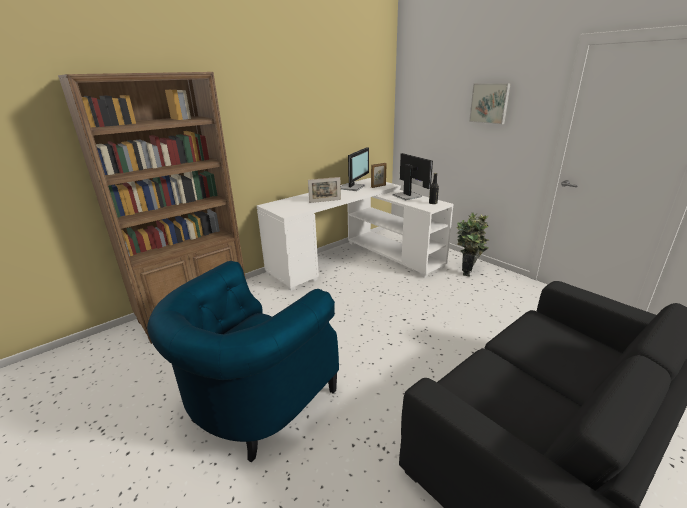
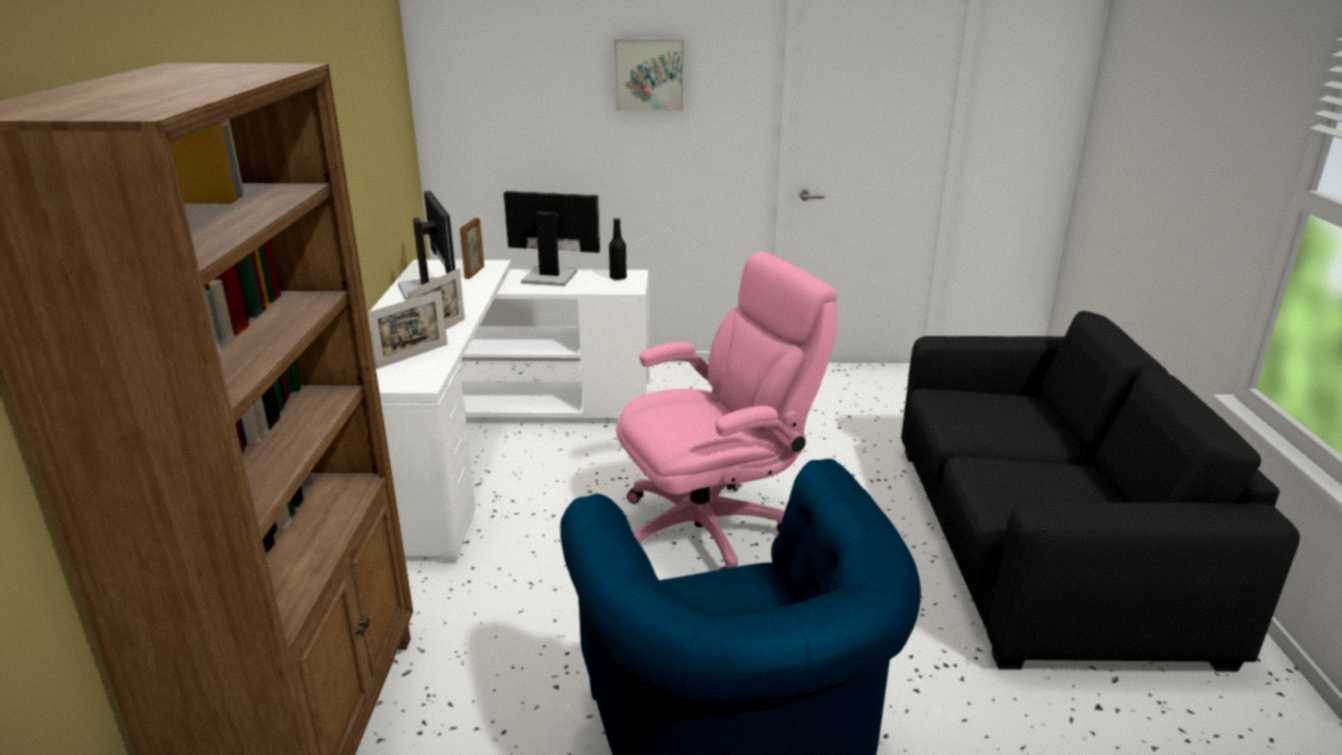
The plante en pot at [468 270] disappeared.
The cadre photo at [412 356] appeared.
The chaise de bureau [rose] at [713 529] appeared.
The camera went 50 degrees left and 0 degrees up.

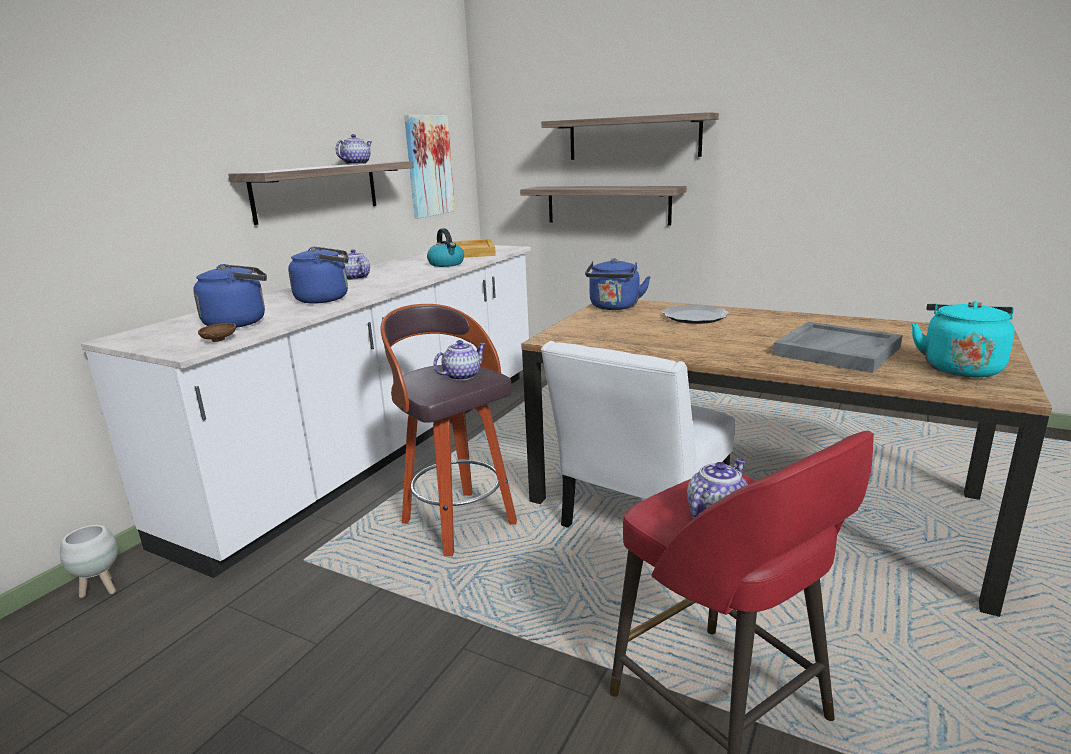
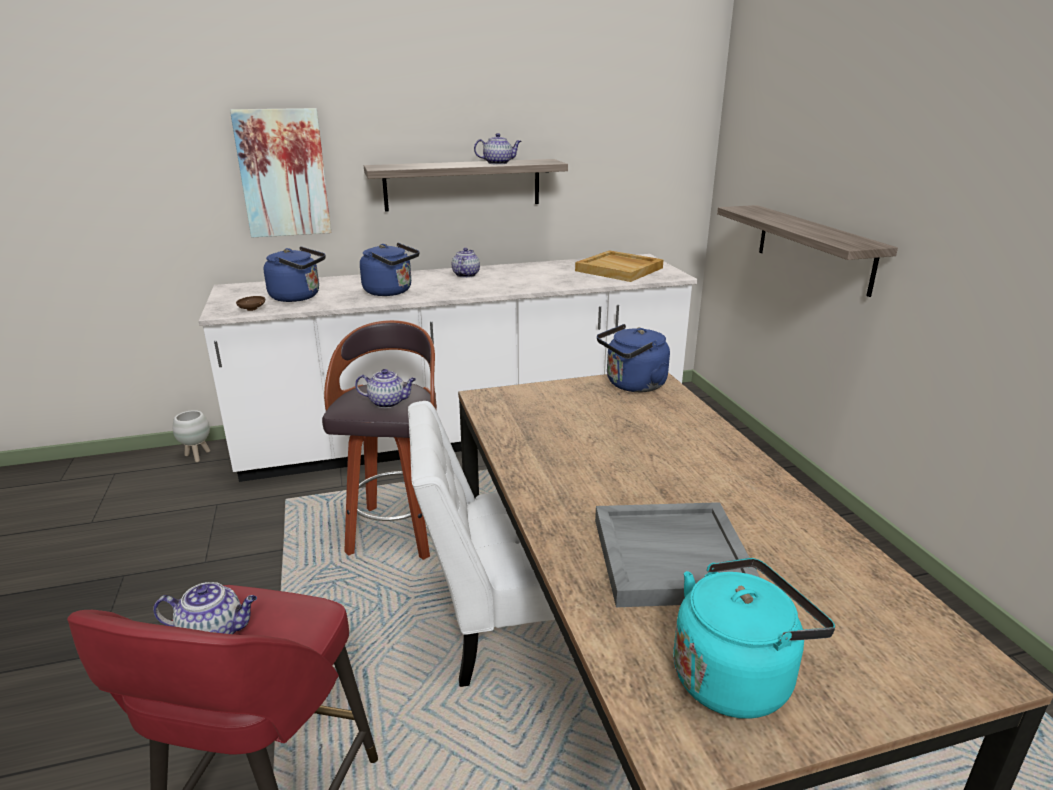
The tableau moved from [428 166] to [283 173].
The bouilloire at [447 264] disappeared.
The étagère at [633 138] disappeared.
The assiette at [695 317] disappeared.
The camera went 45 degrees right and 5 degrees up.

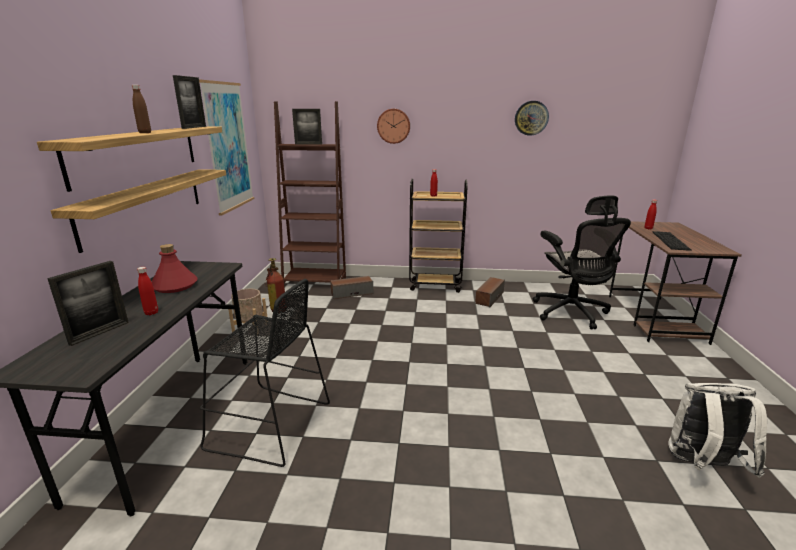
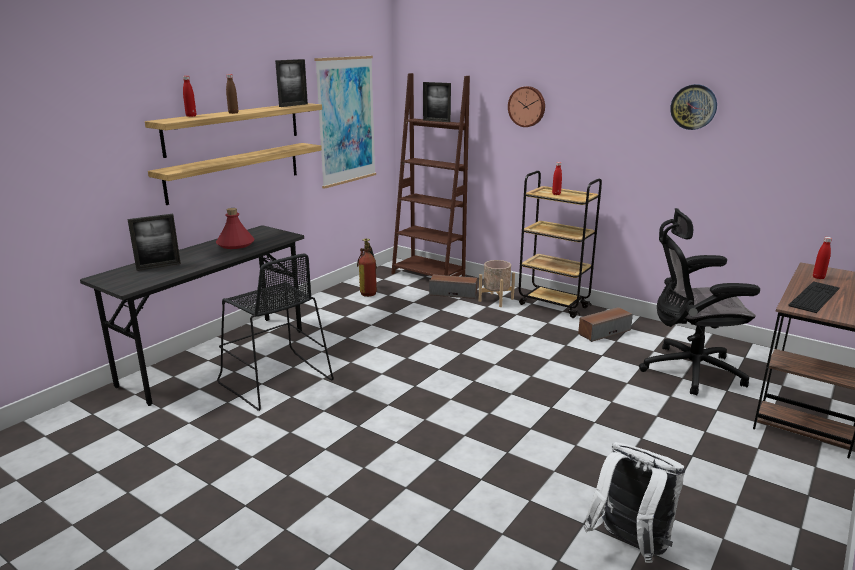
The bouteille [rouge] moved from [151 313] to [191 116].
The cache-pot [beige] moved from [250 328] to [496 300].
The chaise de bureau at [570 312] turned 75 degrees clockwise.
The camera went 30 degrees right and 0 degrees up.

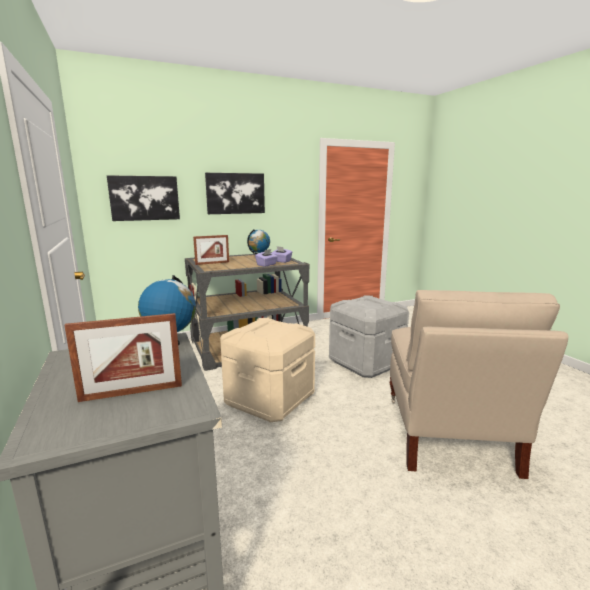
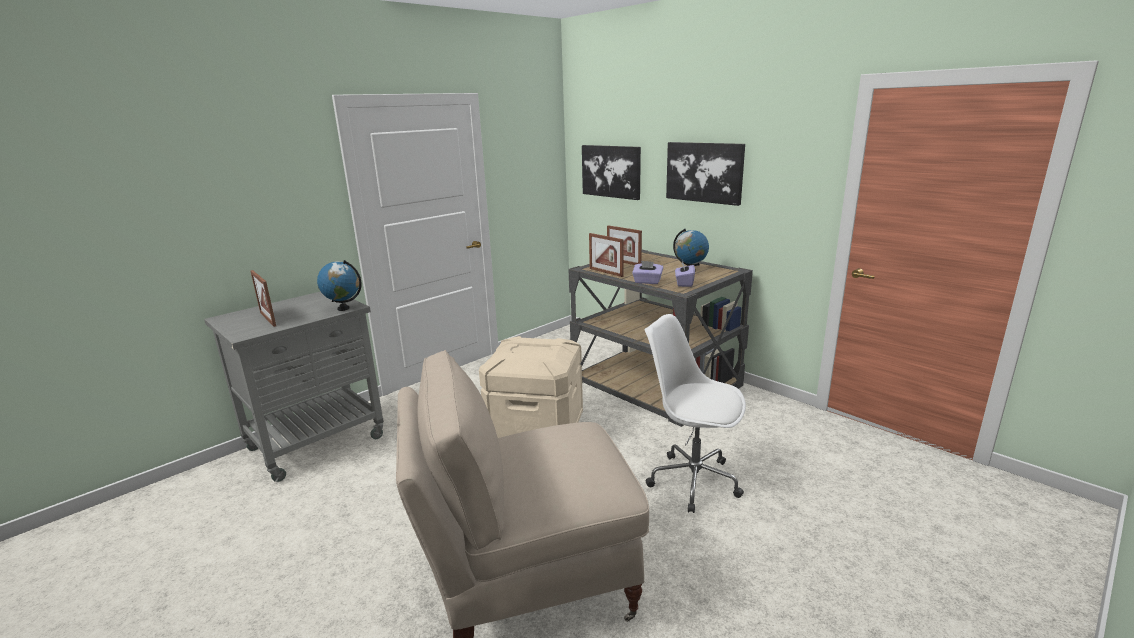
The boîte de rangement [gris] at [365 363] was replaced by the chaise de bureau [blanc] at [691 481].
The cadre photo at [606 272] appeared.
The camera went 70 degrees right and 5 degrees up.

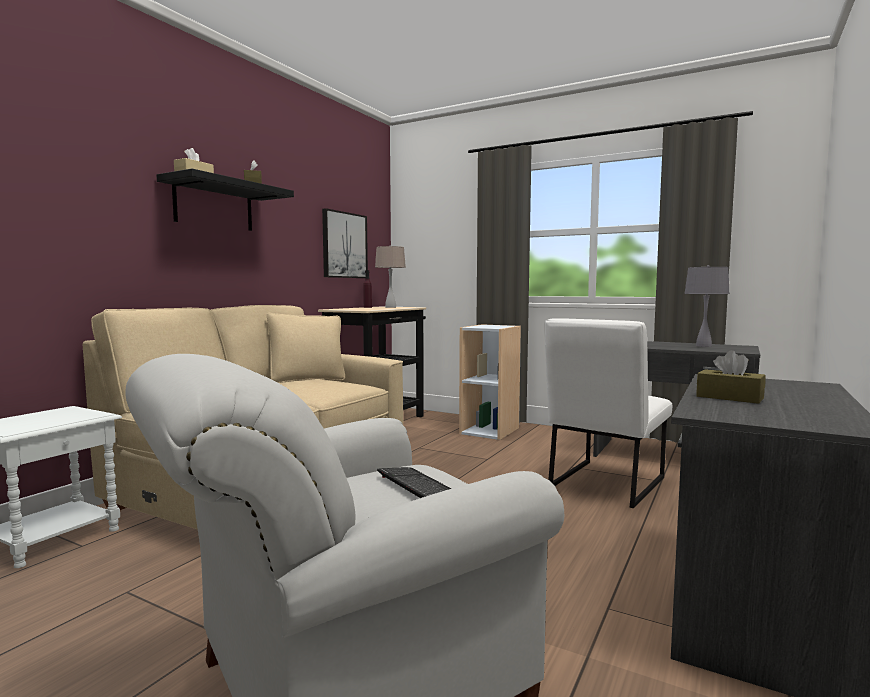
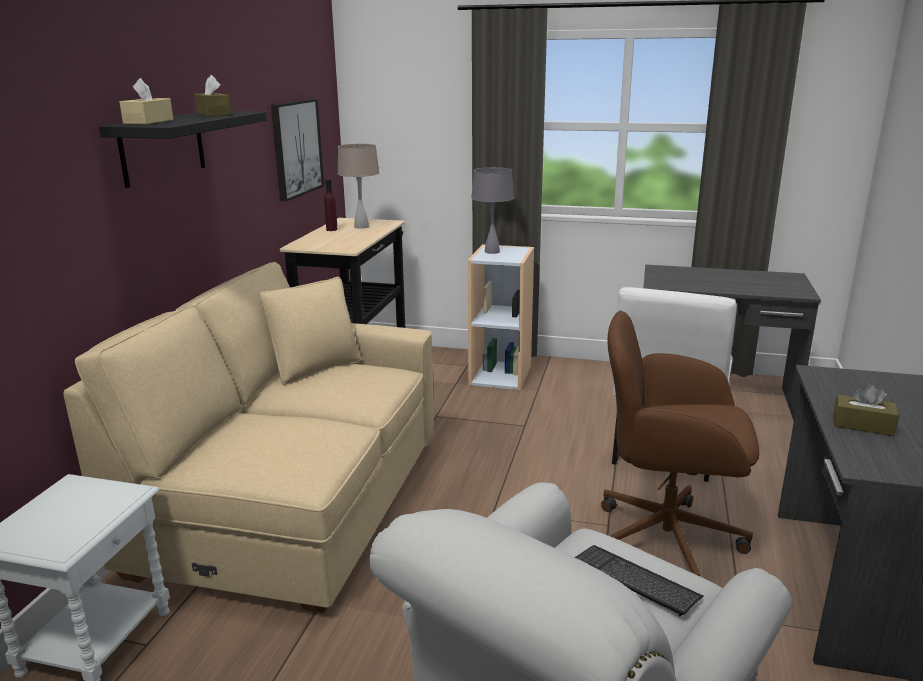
The lampe de table [gris] moved from [704 346] to [492 251].
The chaise de bureau [marron] at [666 540] appeared.
The camera went 15 degrees left and 15 degrees up.

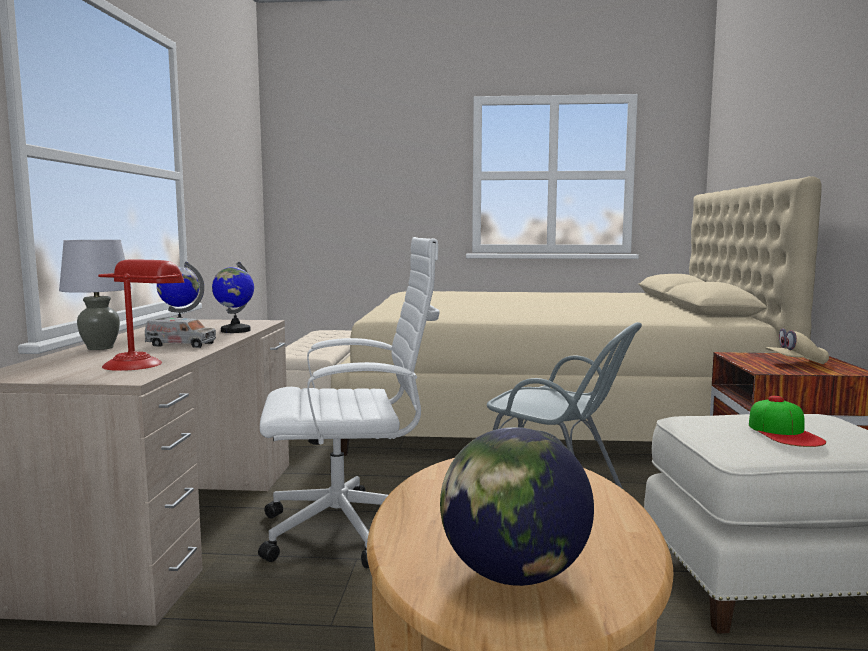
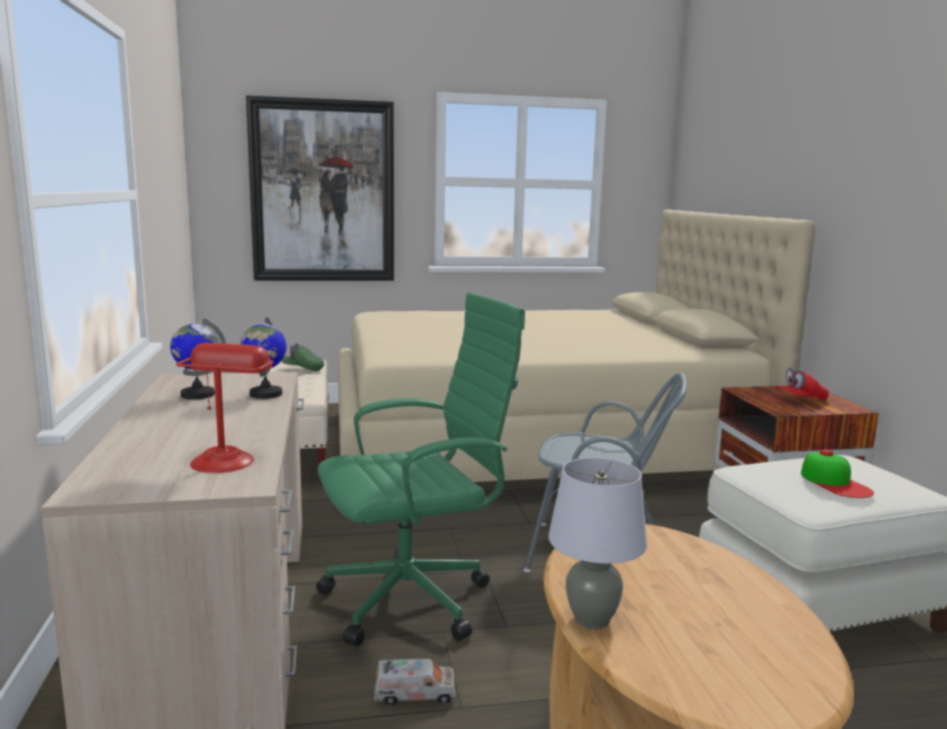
The lampe de table [gris] moved from [100 348] to [592 619].
The camion jouet moved from [181 344] to [414 694].
The chaise de bureau [blanc] at [349 530] became the chaise de bureau [vert] at [415 599].
The globe at [513 575] disappeared.
The casquette [beige] at [795 363] became the casquette [rouge] at [800 400].
The tableau at [323 192] appeared.
The casquette [vert] at [302 369] appeared.
The camera went 15 degrees left and 5 degrees up.

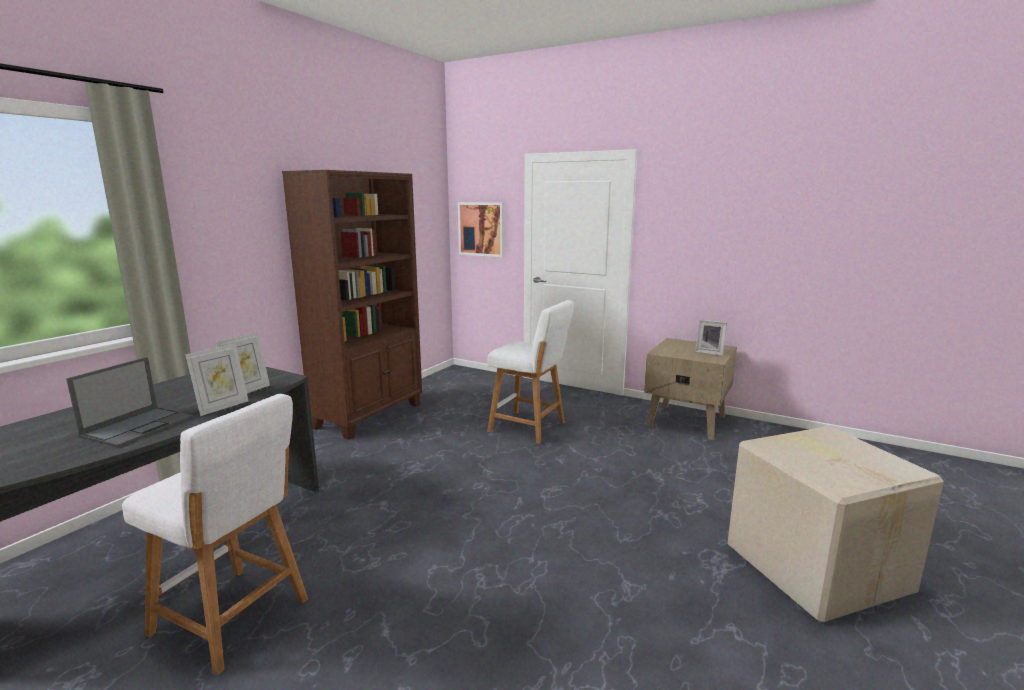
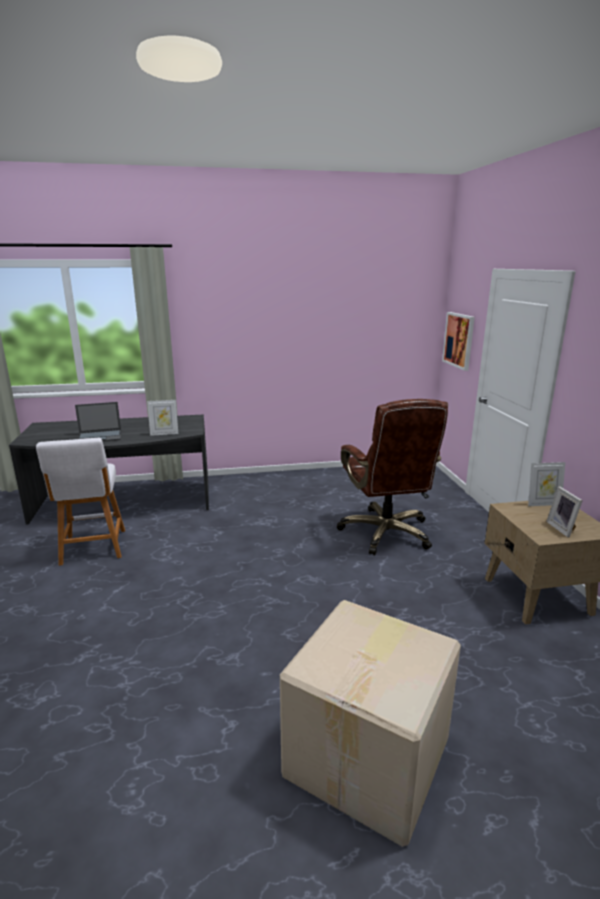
The cadre photo moved from [222 407] to [543 504].
The bibliothèque [marron] at [370 415] disappeared.
The tabouret [blanc] at [530 427] was replaced by the chaise de bureau [marron] at [386 532].
The camera went 50 degrees right and 5 degrees up.

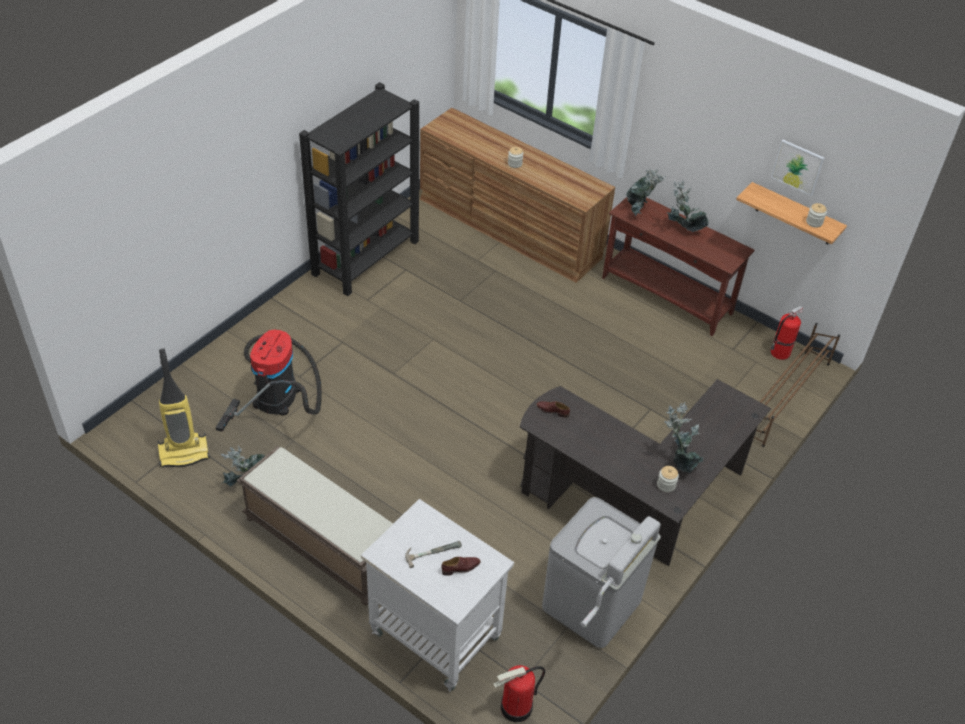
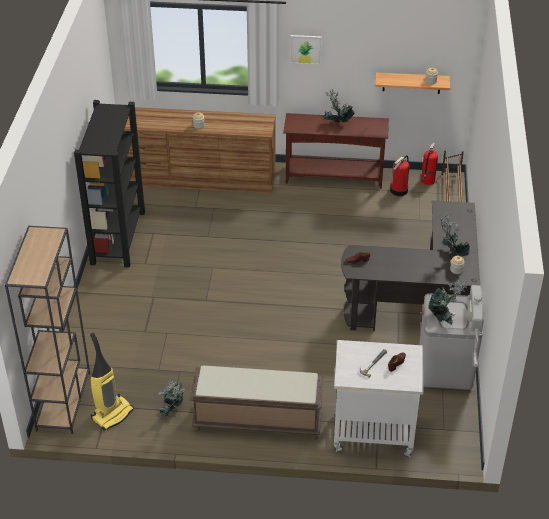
The aspirateur at [278 392] disappeared.
The extincteur moved from [516 708] to [399 191].
The plante en pot moved from [639 211] to [443 318].
The tableau moved from [797 167] to [305 49].
The bibliothèque at [63 401] appeared.
The camera went 30 degrees left and 5 degrees down.

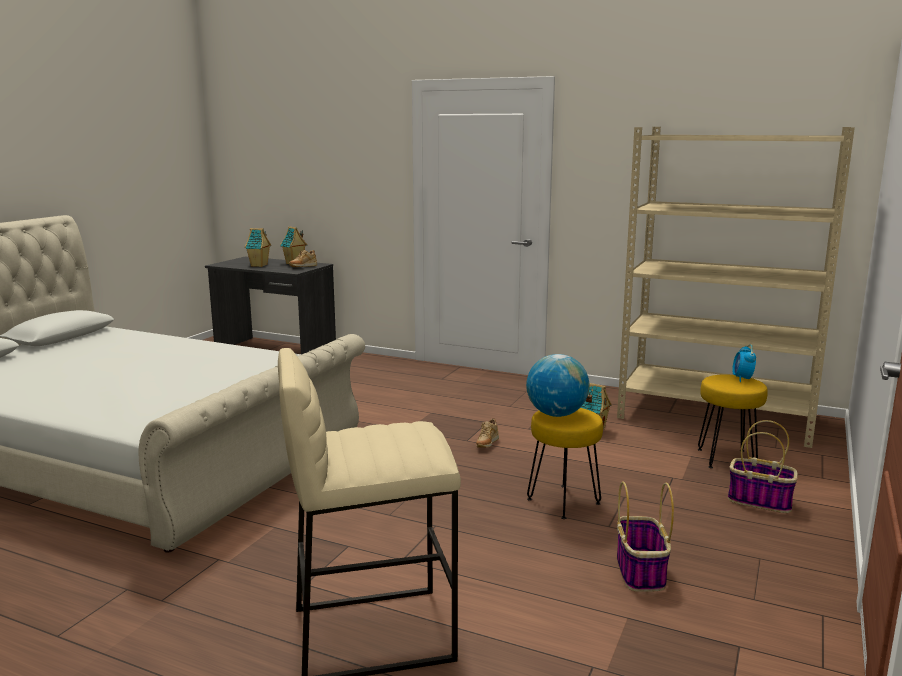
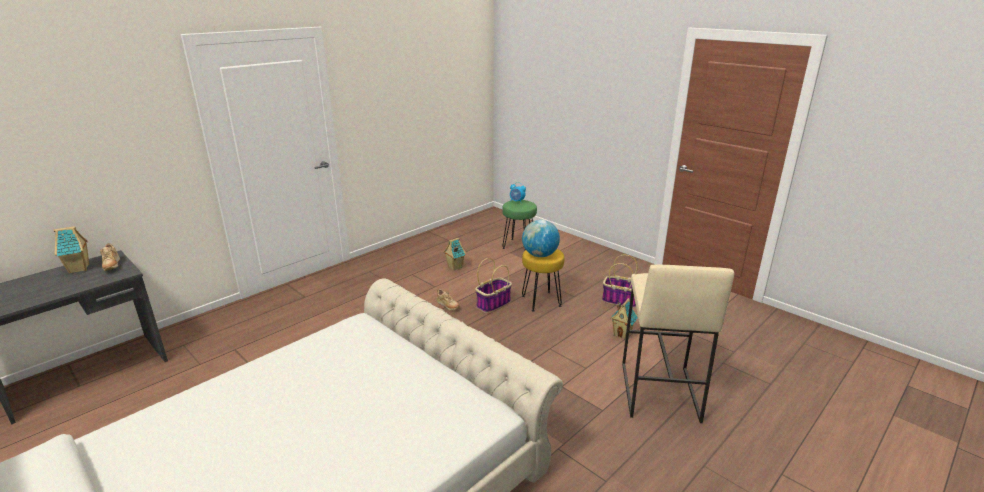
The maison miniature moved from [259 265] to [622 334].
The bibliothèque [beige] at [715 416] disappeared.
The tabouret [jaune] at [727 459] became the tabouret [vert] at [519 245].
The panier moved from [760 501] to [493 304].
The camera went 70 degrees left and 10 degrees up.

